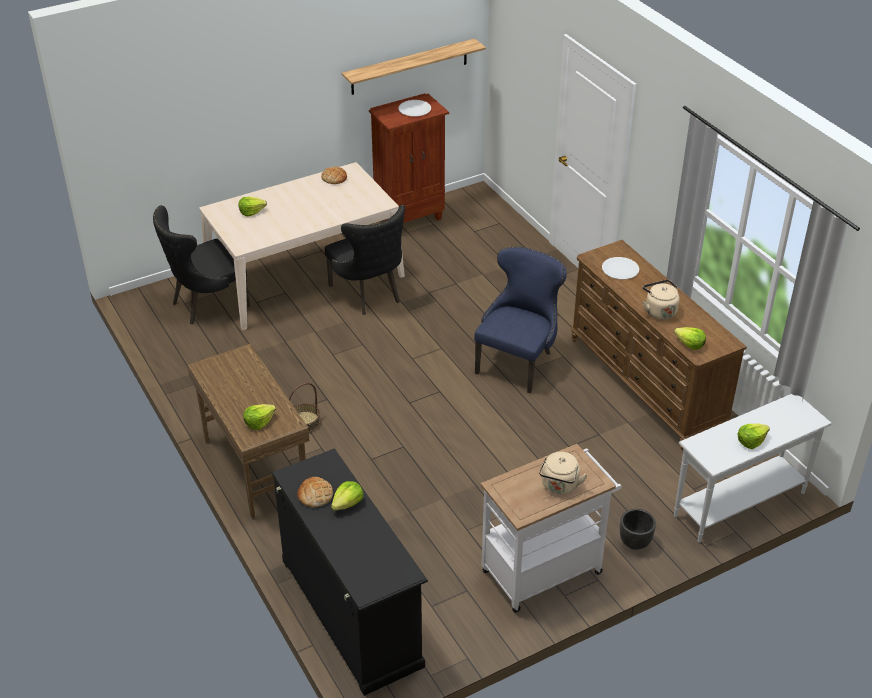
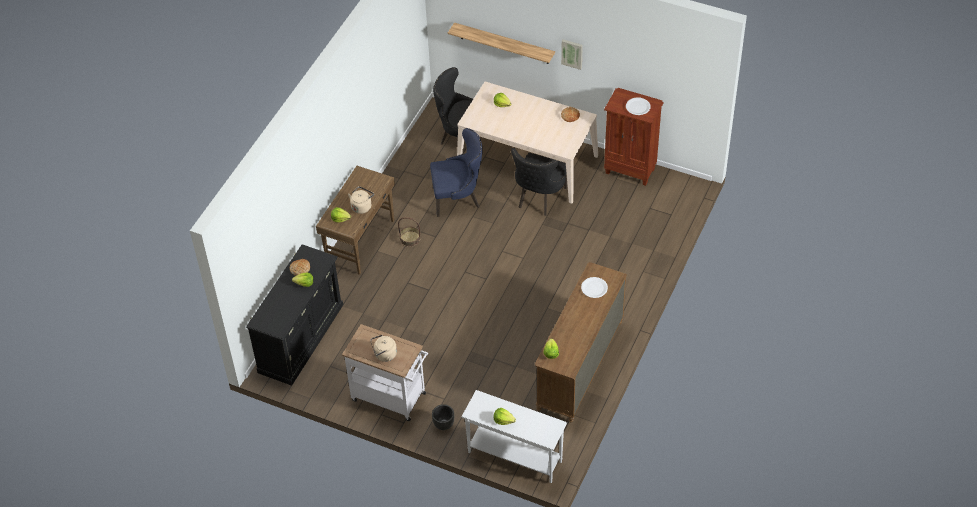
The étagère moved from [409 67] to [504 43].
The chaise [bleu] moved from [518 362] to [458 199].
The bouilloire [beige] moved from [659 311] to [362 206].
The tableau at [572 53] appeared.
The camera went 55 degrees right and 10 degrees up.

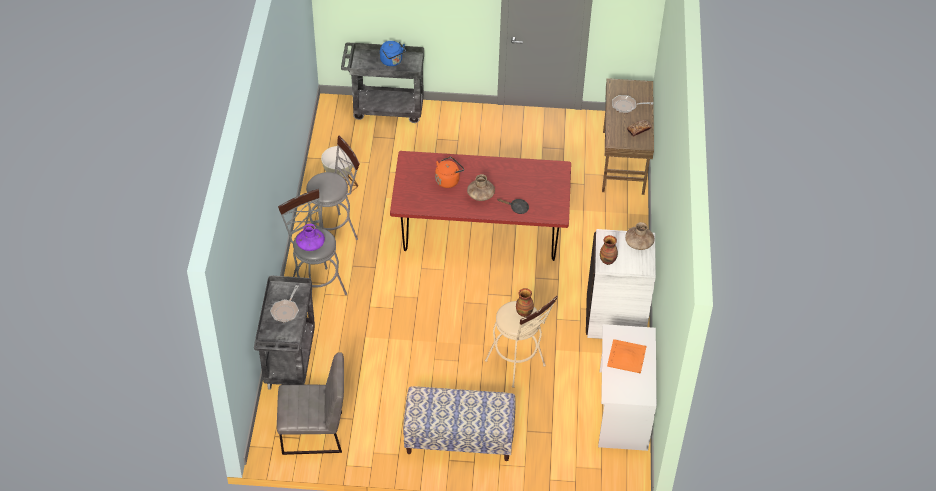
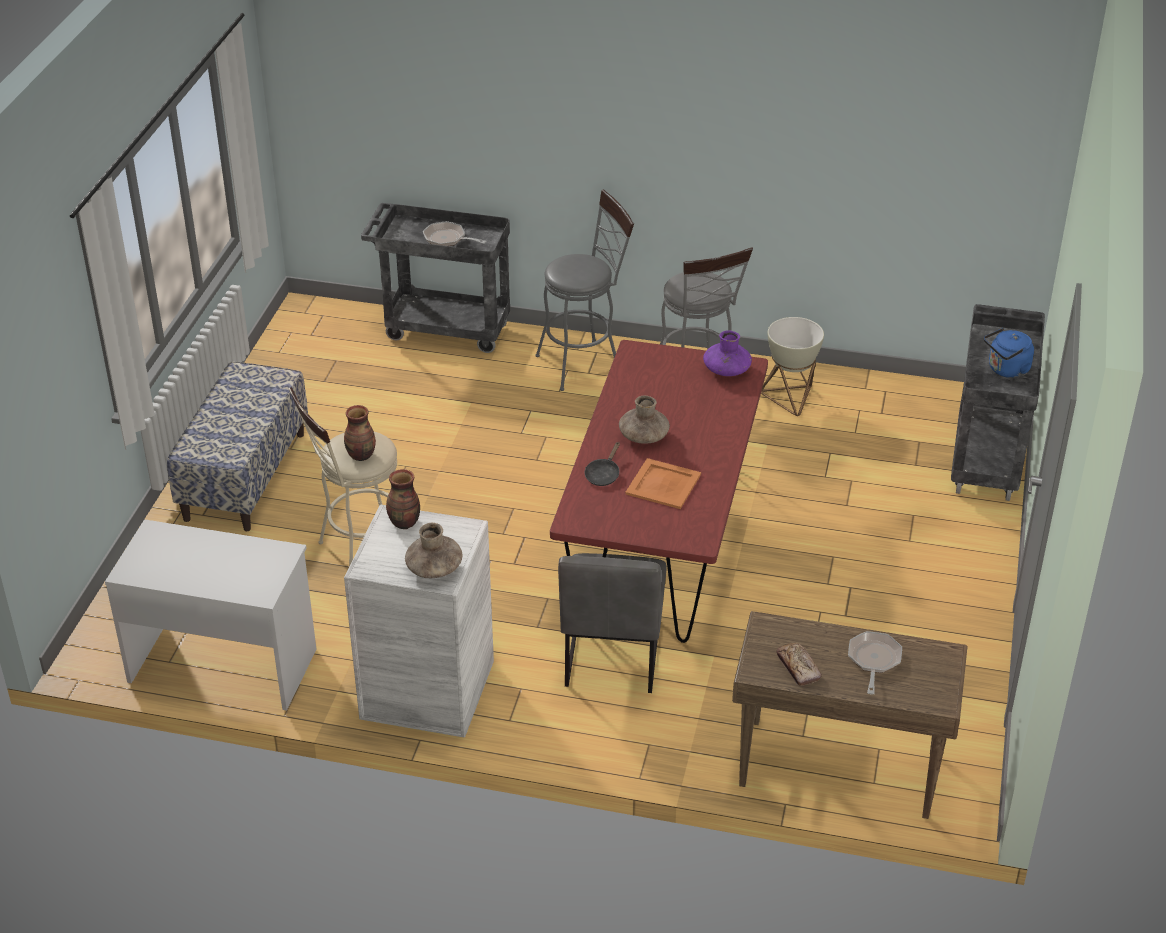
The chaise [gris] moved from [314 433] to [611 655].
The vase [violet] moved from [310 244] to [726 370].
The bouilloire [orange] at [448 180] disappeared.
The plateau [orange] moved from [627 357] to [662 484].
The camera went 100 degrees right and 10 degrees down.

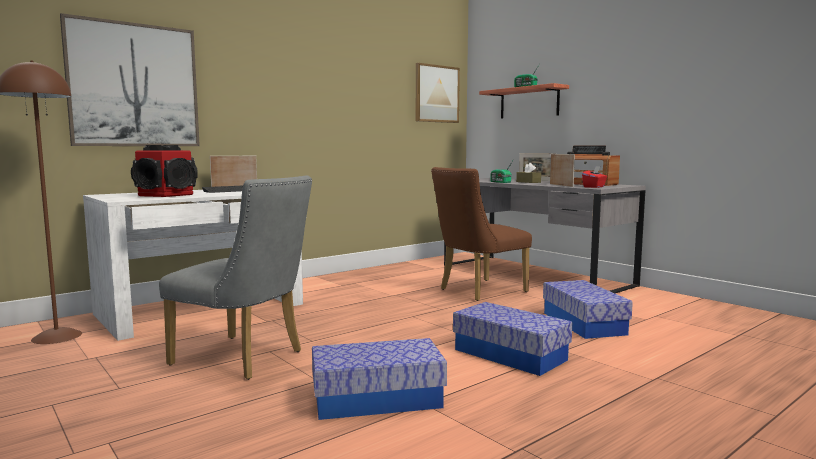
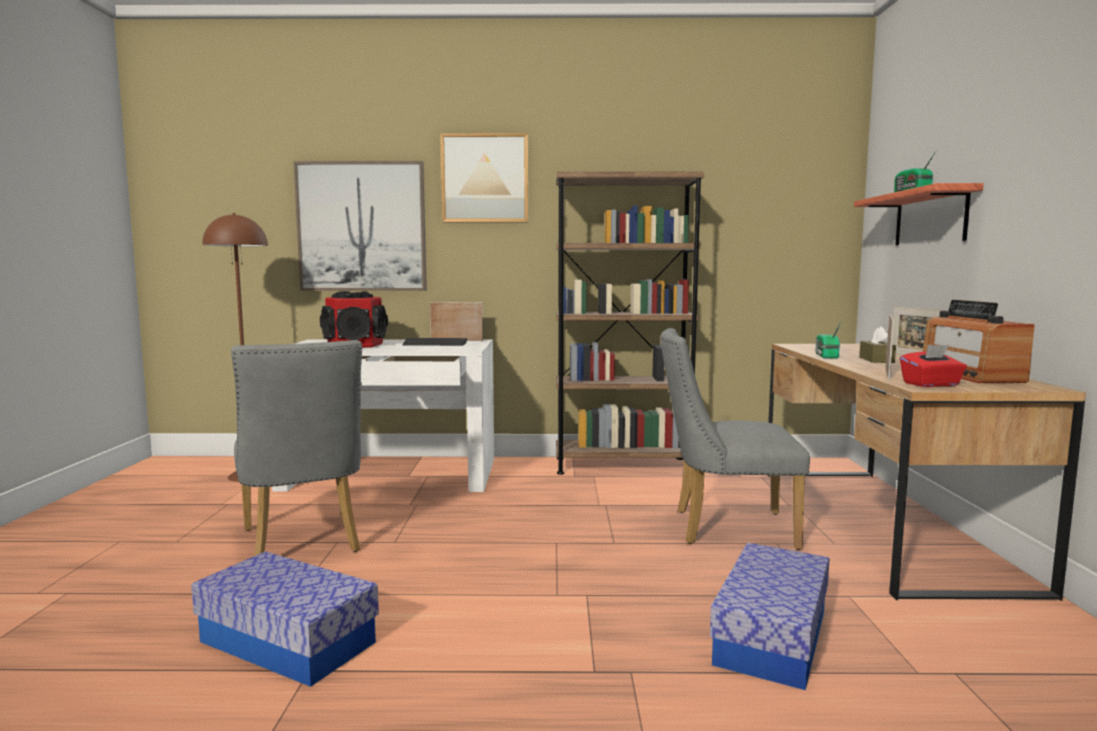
The tableau moved from [436 94] to [485 178].
The chaise [marron] at [477 291] became the chaise [gris] at [724 528].
The bureau [gris] at [533 275] became the bureau [marron] at [878 522].
The boîte de rangement at [510 355] disappeared.
The bibliothèque [marron] at [622 466] appeared.
The camera went 40 degrees right and 0 degrees up.

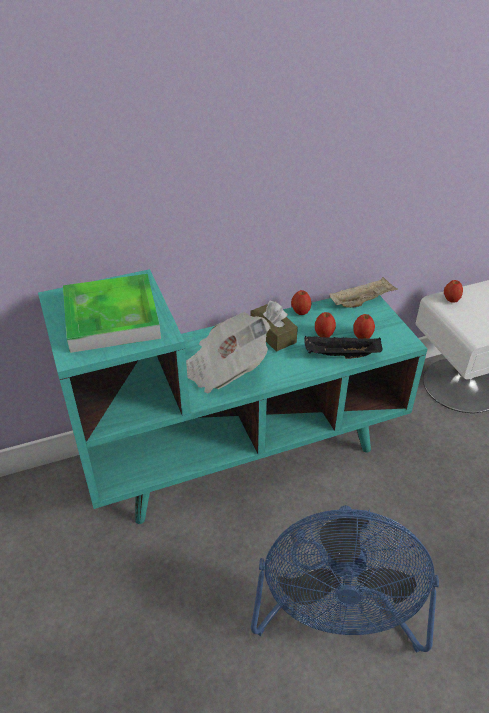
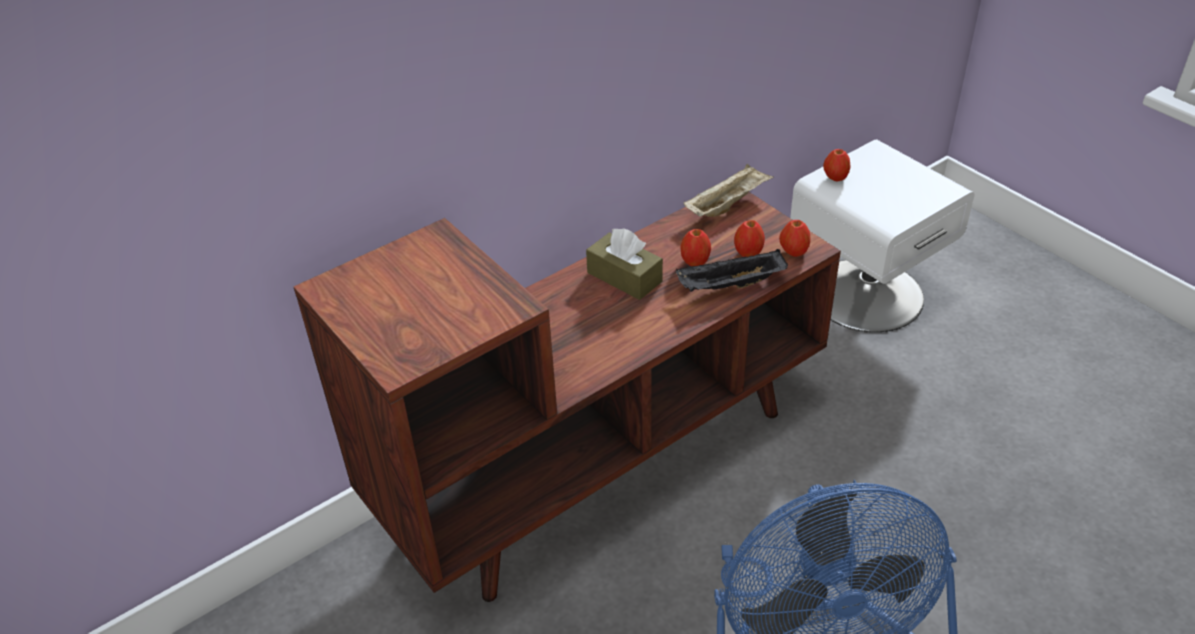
The meuble télé [turquoise] at [245 451] became the meuble télé [marron] at [604 458].
The plateau at [111 318] disappeared.
The journal at [224 369] disappeared.
The pomme moved from [300 312] to [793 252].
The camera went 15 degrees left and 0 degrees up.

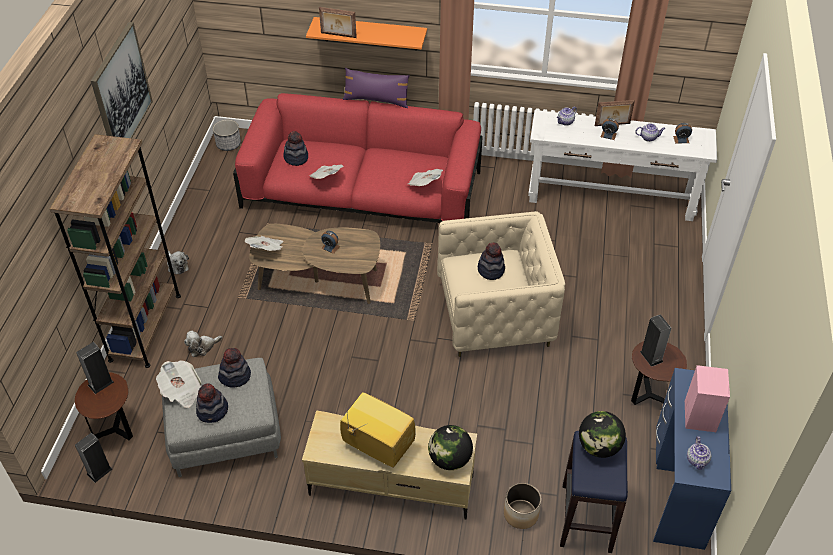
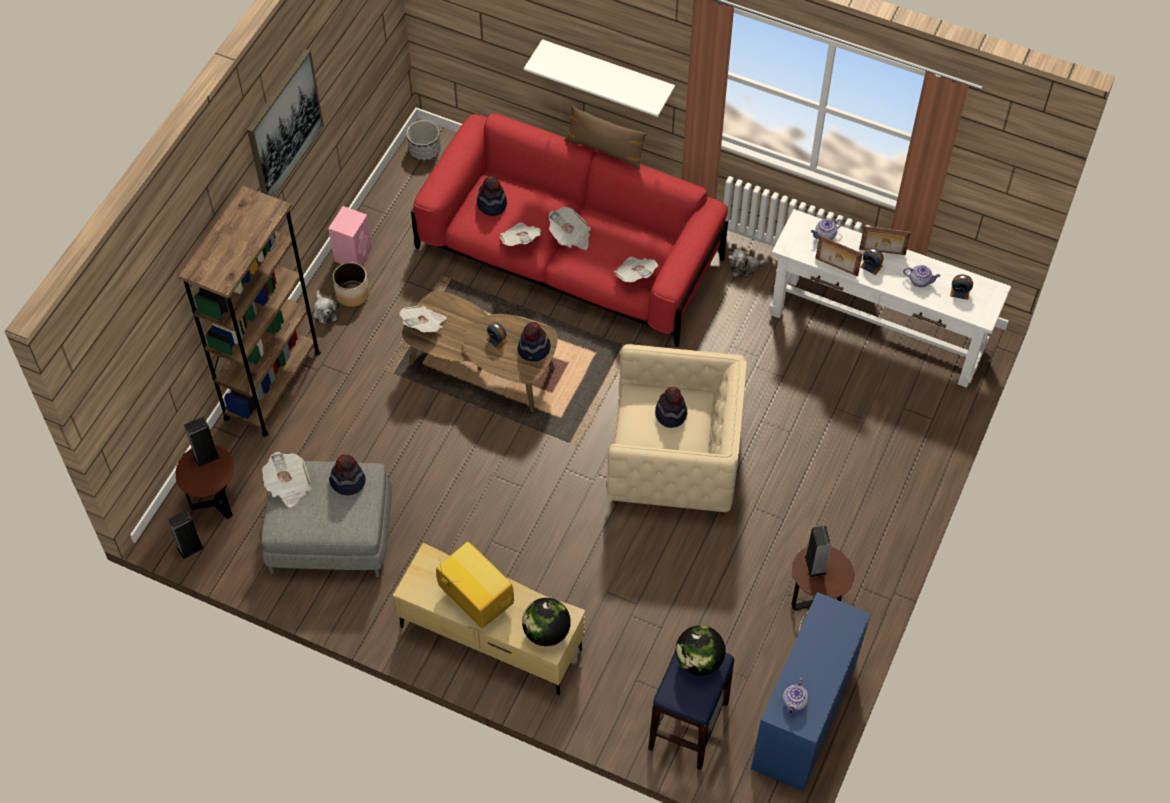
The peluche moved from [202 347] to [745 268].
The chapeau moved from [213 411] to [534 349].
The étagère [orange] at [370 33] became the étagère [blanc] at [607 73].
The cadre photo moved from [338 35] to [836 267].
The coussin [violet] at [376 100] became the coussin [marron] at [605 150].
The cache-pot moved from [520 514] to [352 294].
The enceinte [rose] moved from [700 415] to [353 254].
The journal at [570 236] appeared.
The camera went 15 degrees right and 10 degrees up.

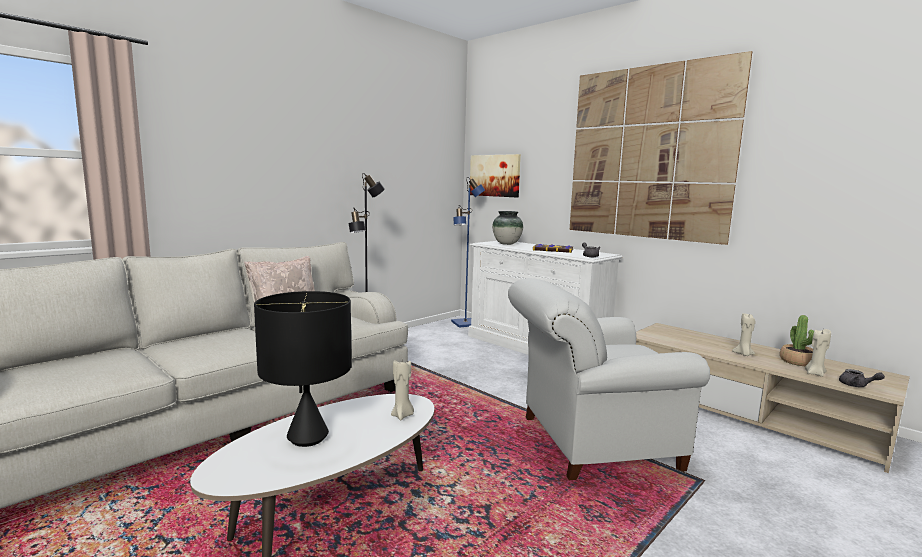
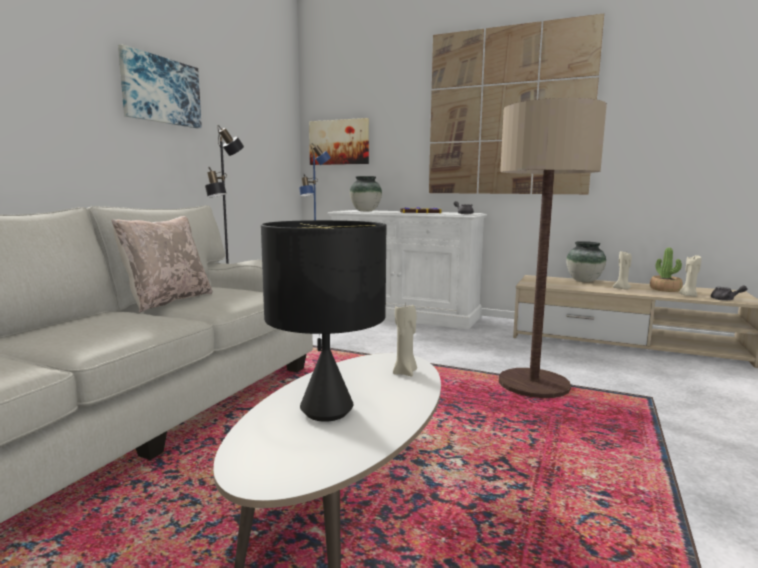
The fauteuil [blanc] at [590 442] was replaced by the lampadaire at [533 384].
The tableau at [161 90] appeared.
The vase at [584 281] appeared.
The camera went 20 degrees left and 0 degrees up.

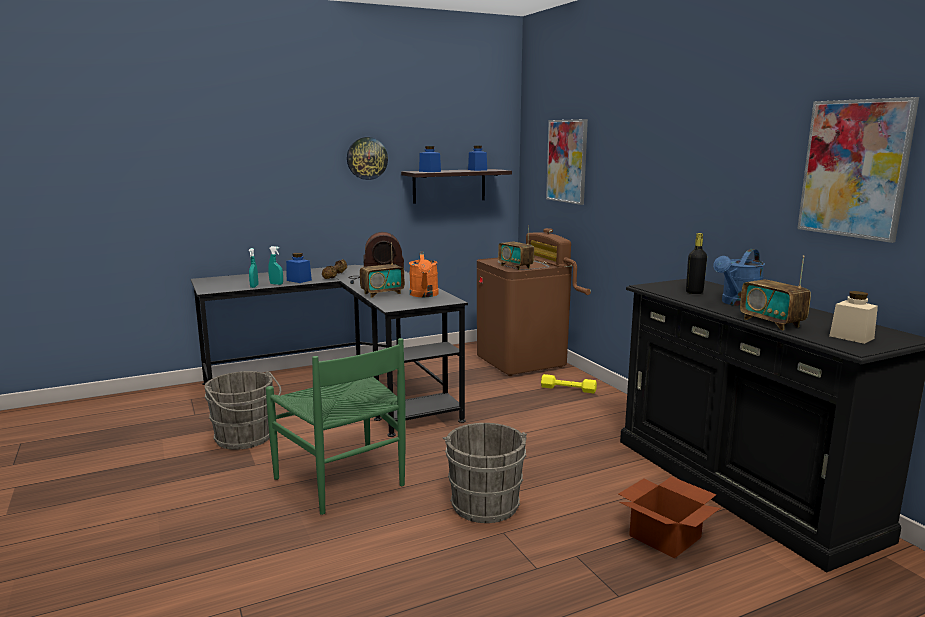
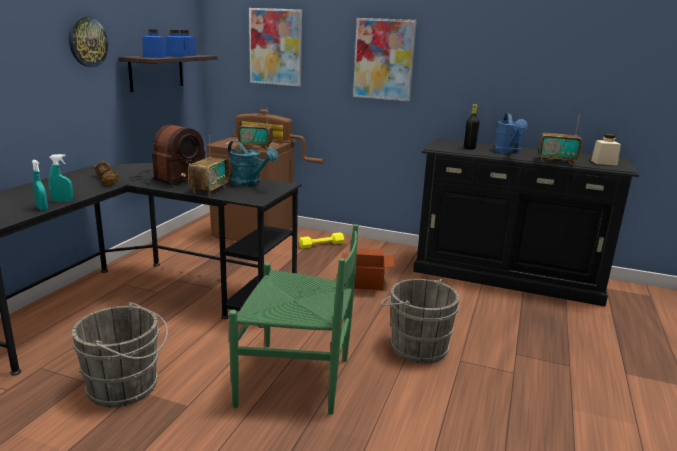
The bocal [bleu] moved from [299 280] to [176 56].
The arrosoir [orange] at [424 295] became the arrosoir [turquoise] at [250 184].
The carton moved from [667 536] to [367 282].
The tableau moved from [854 168] to [384 59].
The camera went 45 degrees left and 5 degrees up.

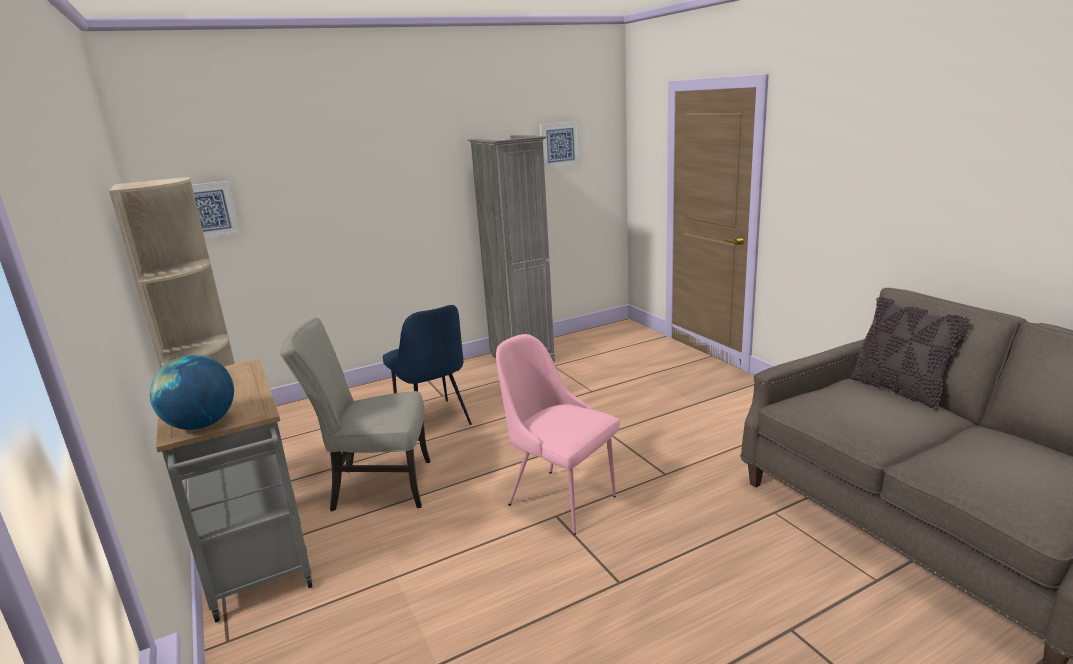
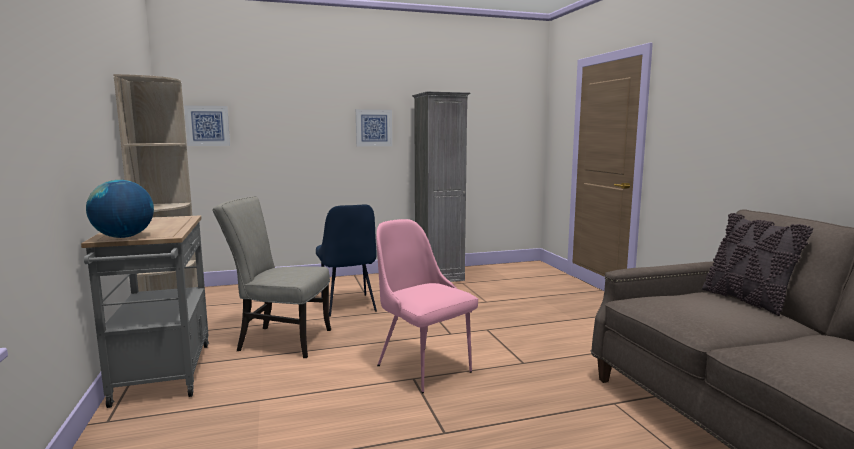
The tableau moved from [559 145] to [373 128].
The camera went 10 degrees right and 10 degrees down.

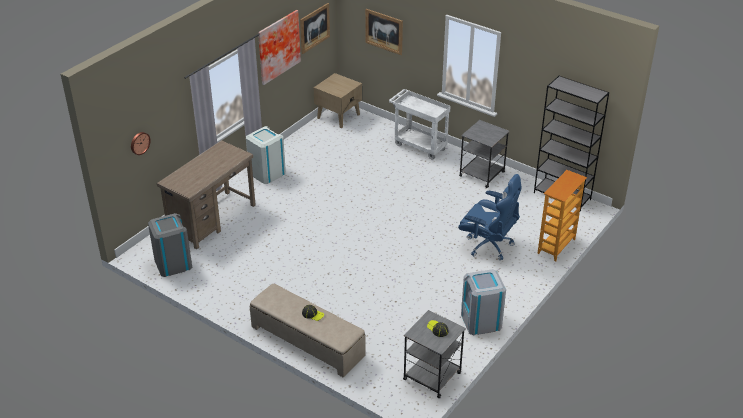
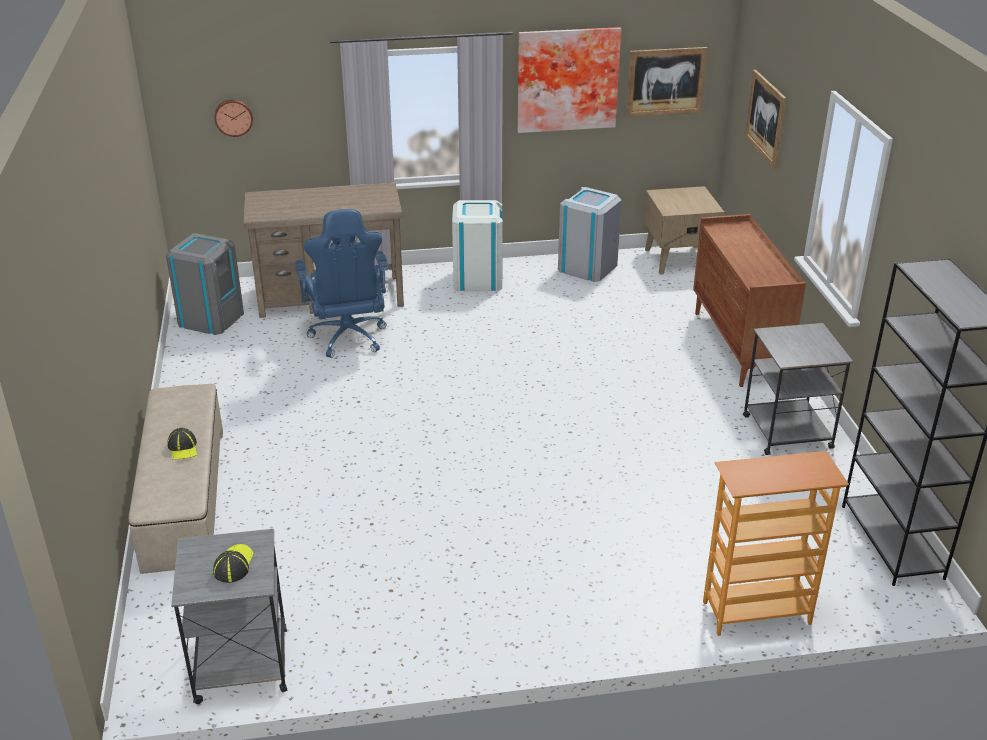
The chariot [blanc] at [418 147] was replaced by the meuble de rangement [marron] at [737 347].
The chaise de bureau [bleu] moved from [486 245] to [347 335].
The poubelle [gris] moved from [481 321] to [587 267].
The camera went 45 degrees right and 5 degrees down.

